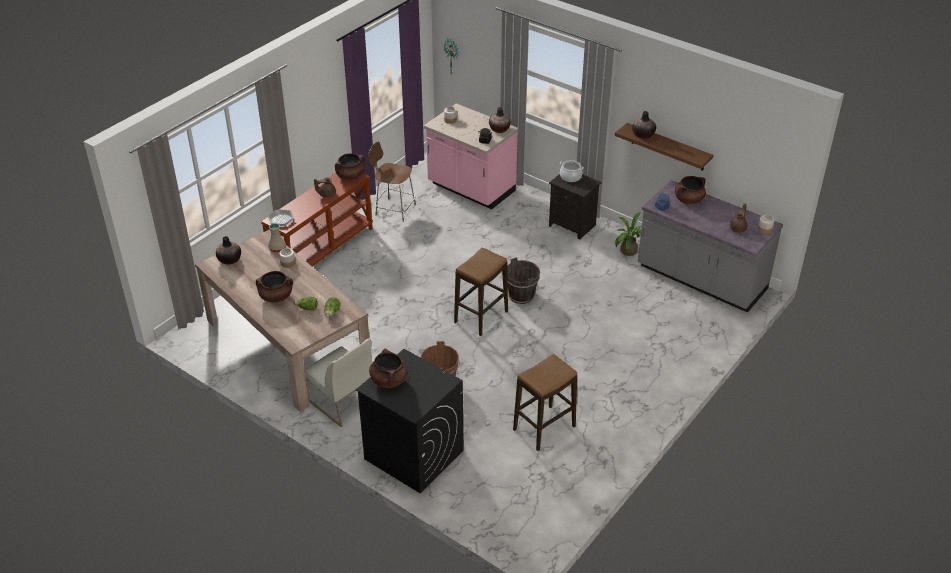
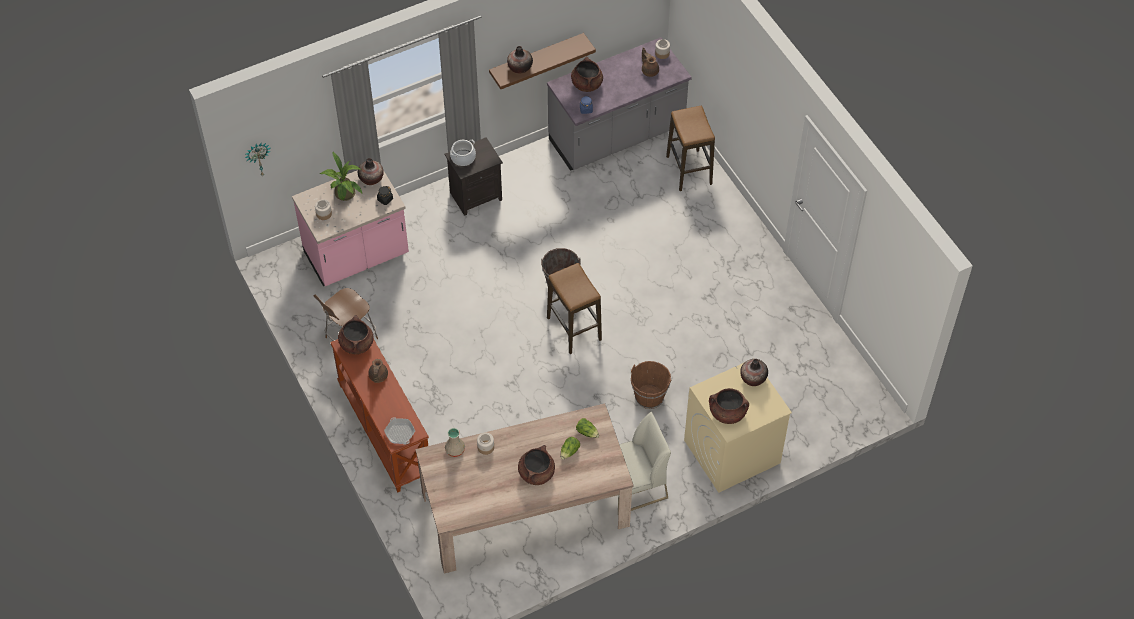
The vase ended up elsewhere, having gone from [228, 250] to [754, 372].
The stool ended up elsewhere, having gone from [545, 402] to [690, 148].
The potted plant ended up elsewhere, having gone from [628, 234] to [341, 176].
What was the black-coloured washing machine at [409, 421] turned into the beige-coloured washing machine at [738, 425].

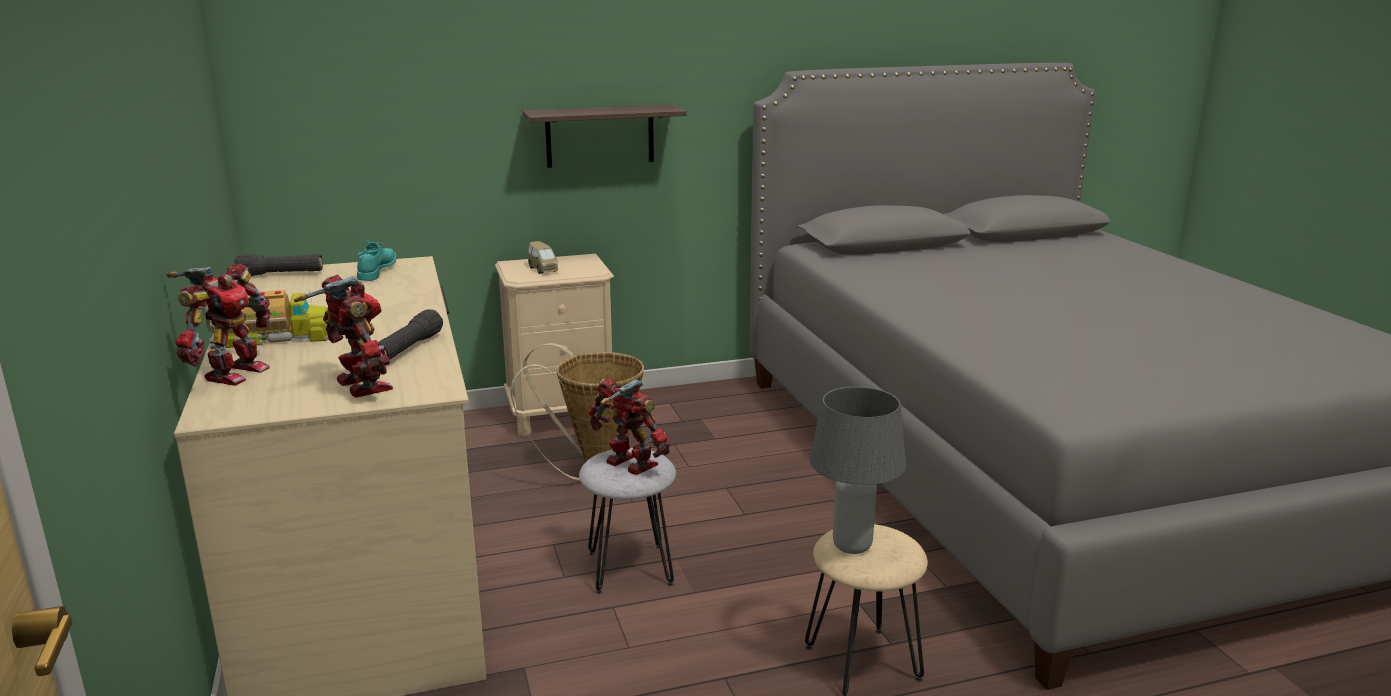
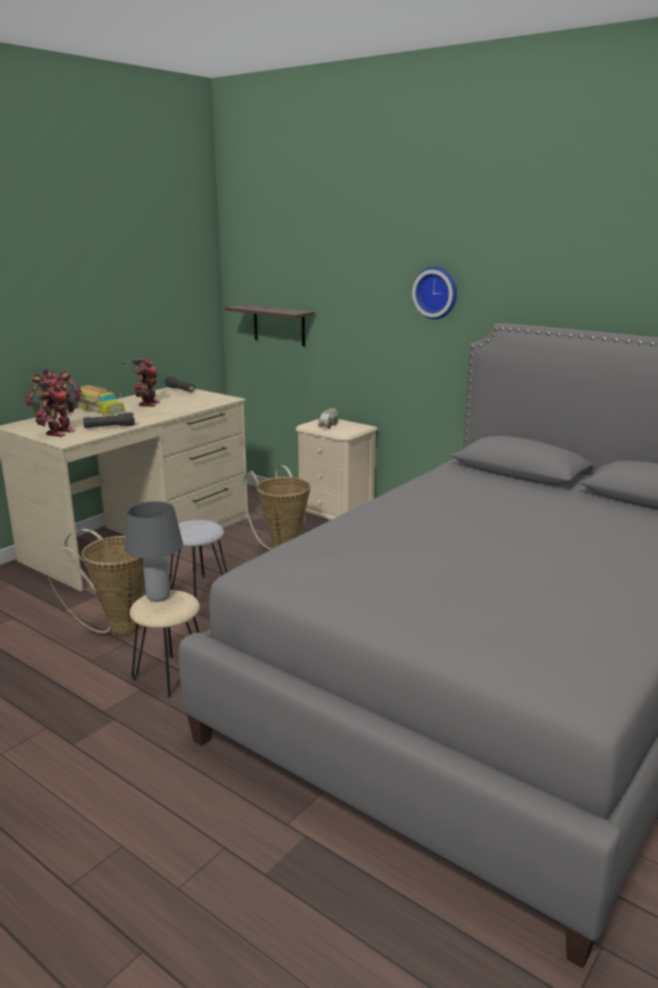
The second view lost the turquoise-coloured low shoe at [377, 261].
The second view gained the storage basket at [95, 582].
The second view gained the wall clock at [434, 293].
The bracket shelf ended up elsewhere, having gone from [604, 136] to [270, 325].
The robot figure ended up elsewhere, having gone from [629, 426] to [141, 382].

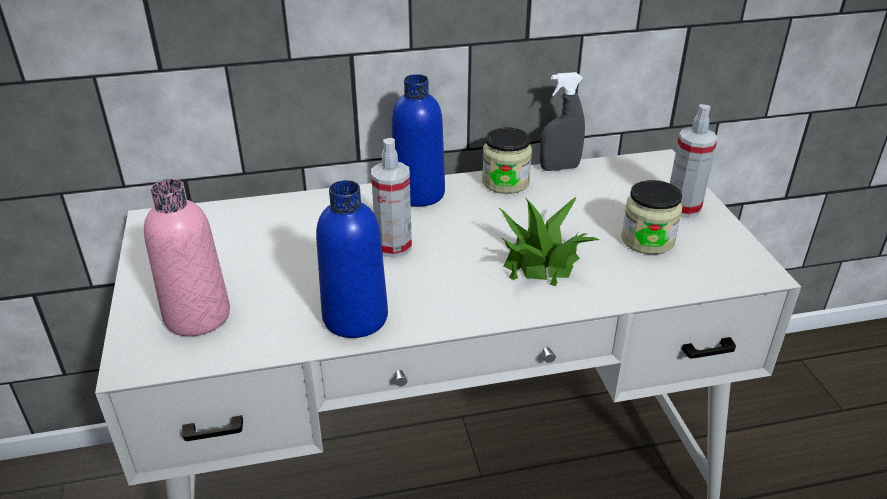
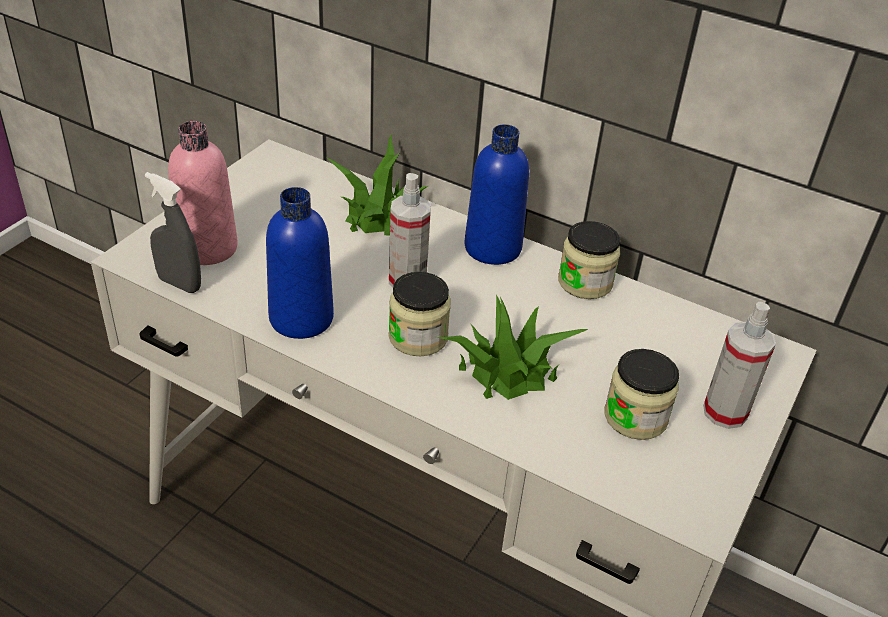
The second view gained the potted plant at [377, 184].
The second view gained the jar at [419, 314].
The gray hand sprayer ended up elsewhere, having gone from [562, 121] to [173, 232].

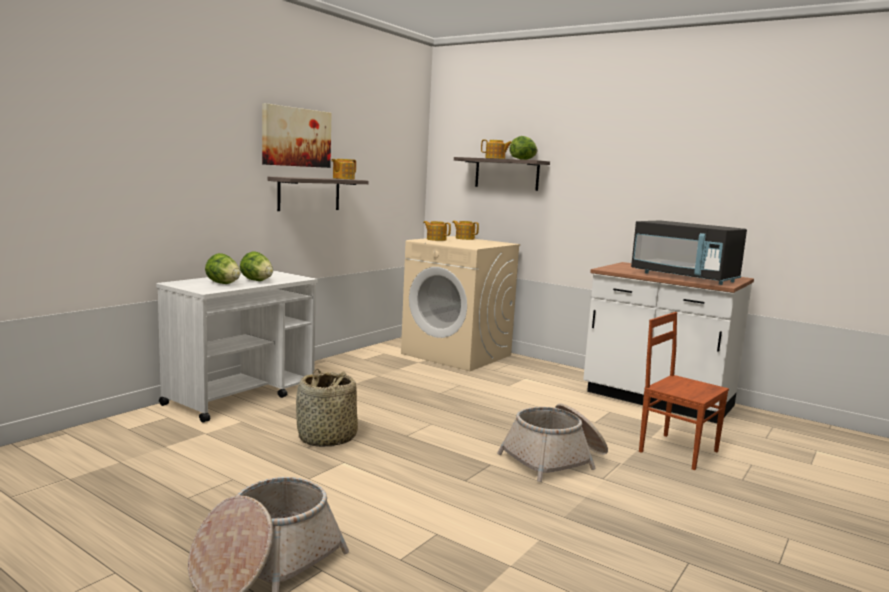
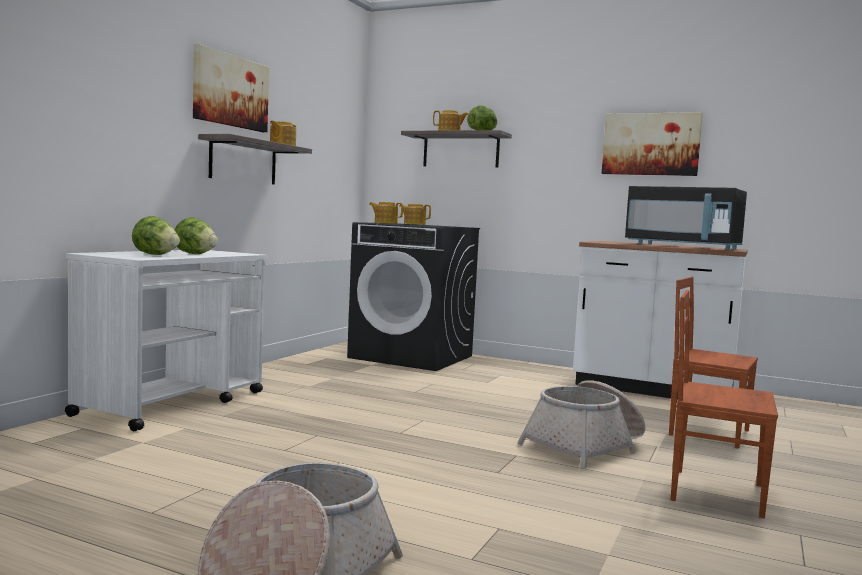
The second view lost the storage basket at [327, 408].
The second view gained the wall picture at [652, 144].
The second view gained the brown chair at [724, 404].
What was the beige-coloured washing machine at [461, 303] turned into the black-coloured washing machine at [413, 296].

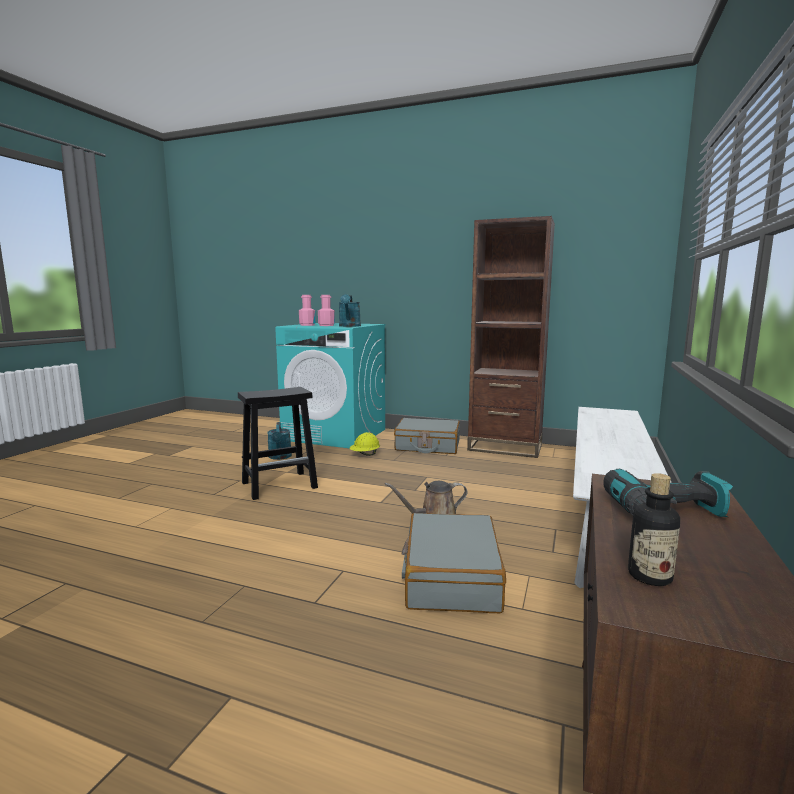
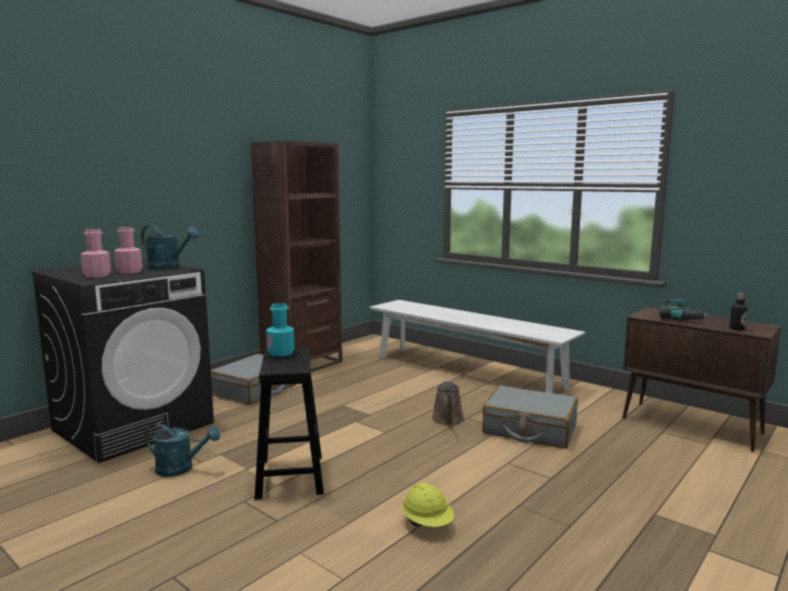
The second view gained the turquoise-coloured drink bottle at [280, 330].
The yellow work helmet ended up elsewhere, having gone from [365, 444] to [428, 505].
What was the turquoise-coloured washing machine at [330, 385] turned into the black-coloured washing machine at [122, 361].

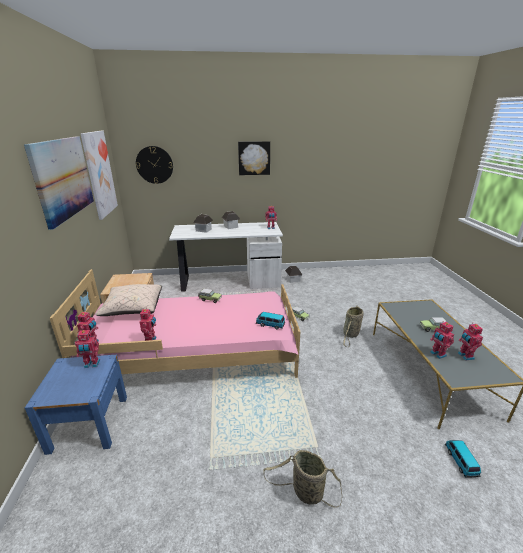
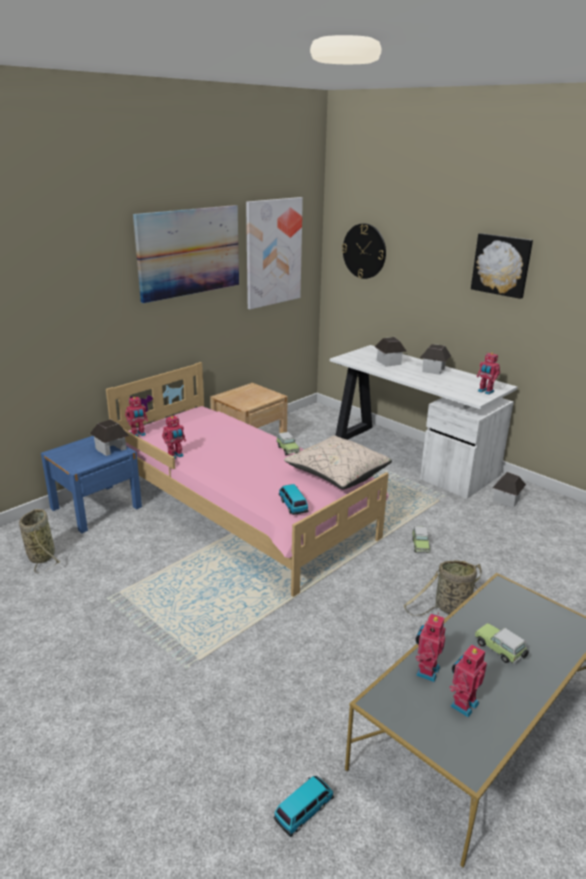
The beige-coloured throw pillow ended up elsewhere, having gone from [128, 300] to [338, 462].
The storage basket ended up elsewhere, having gone from [302, 479] to [39, 541].
Where the robot figure stood at [87, 349], the model house came to stand at [110, 437].

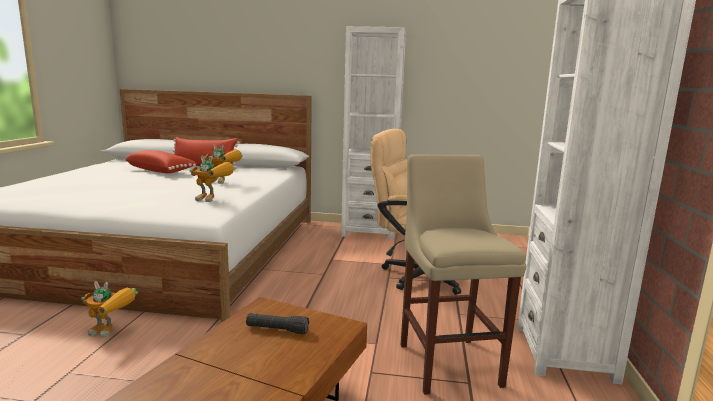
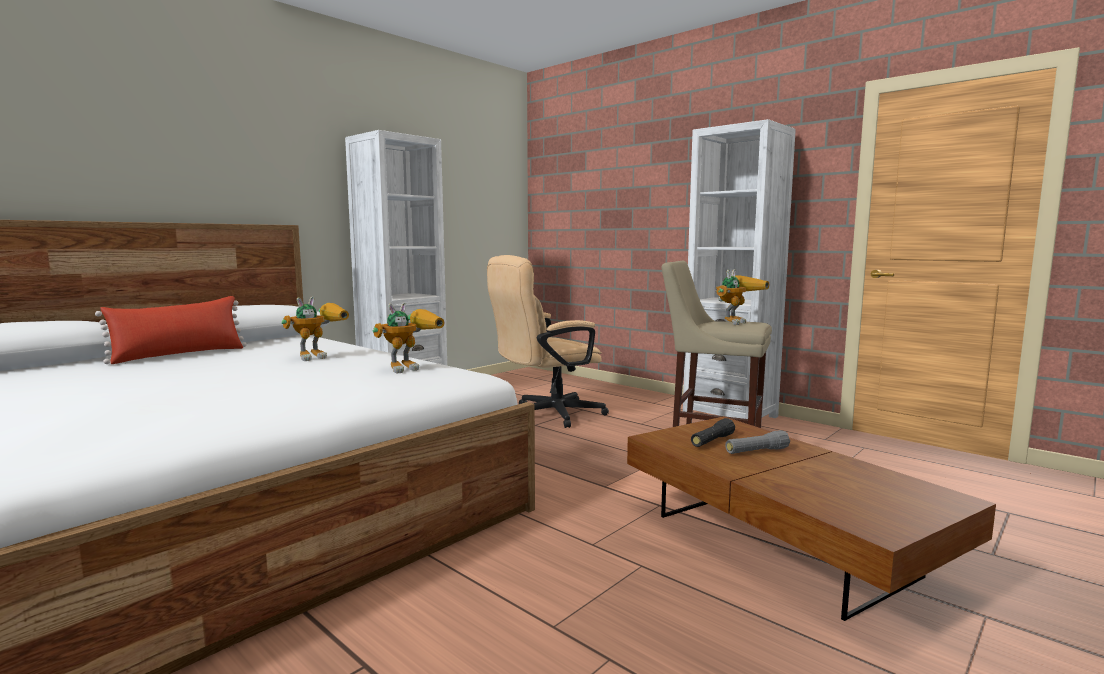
The second view lost the reddish throw pillow at [161, 161].
The second view gained the gray flashlight at [757, 442].
The robot figure ended up elsewhere, having gone from [109, 309] to [742, 297].

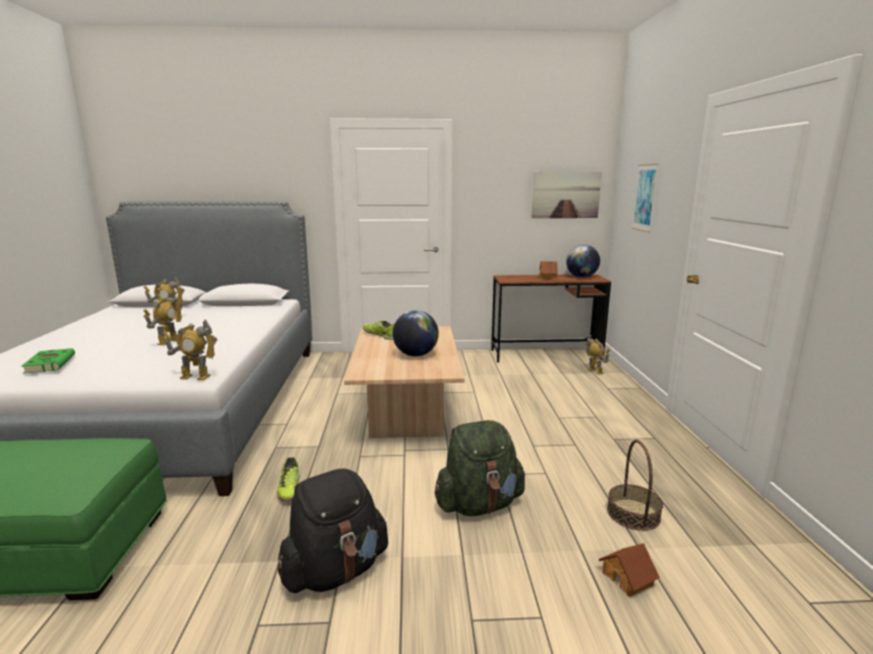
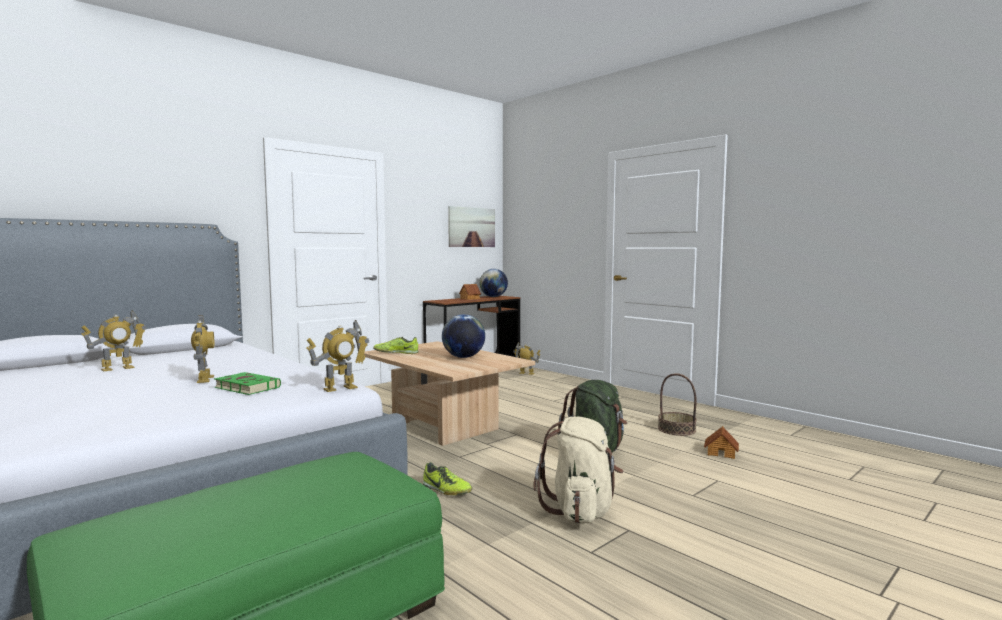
The second view lost the wall picture at [645, 198].
The greenish bound book ended up elsewhere, having gone from [48, 361] to [247, 383].
What was the black-coloured rucksack at [333, 530] turned into the beige-coloured rucksack at [578, 470].

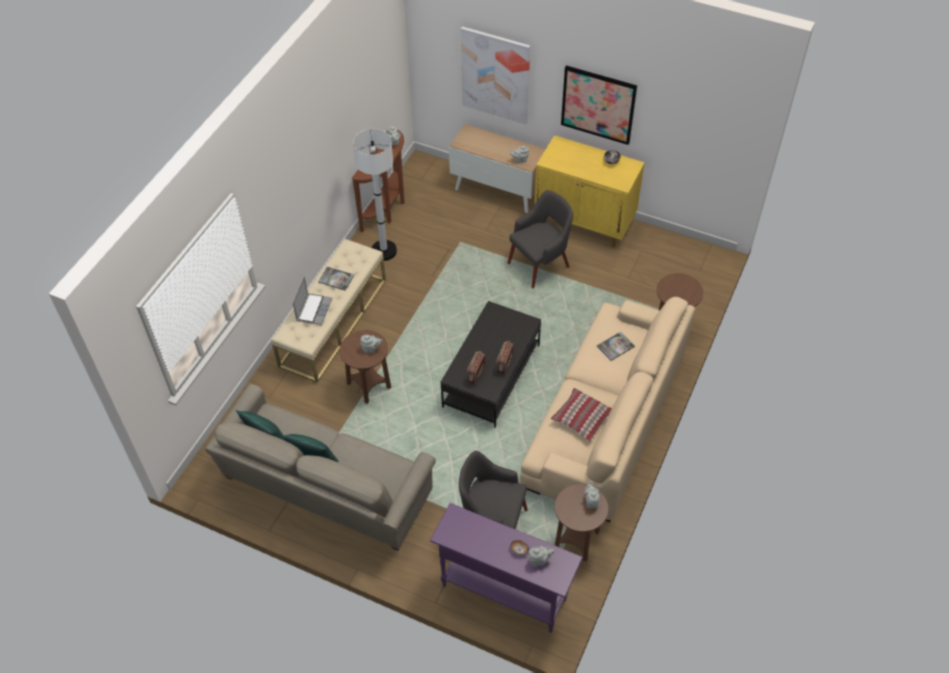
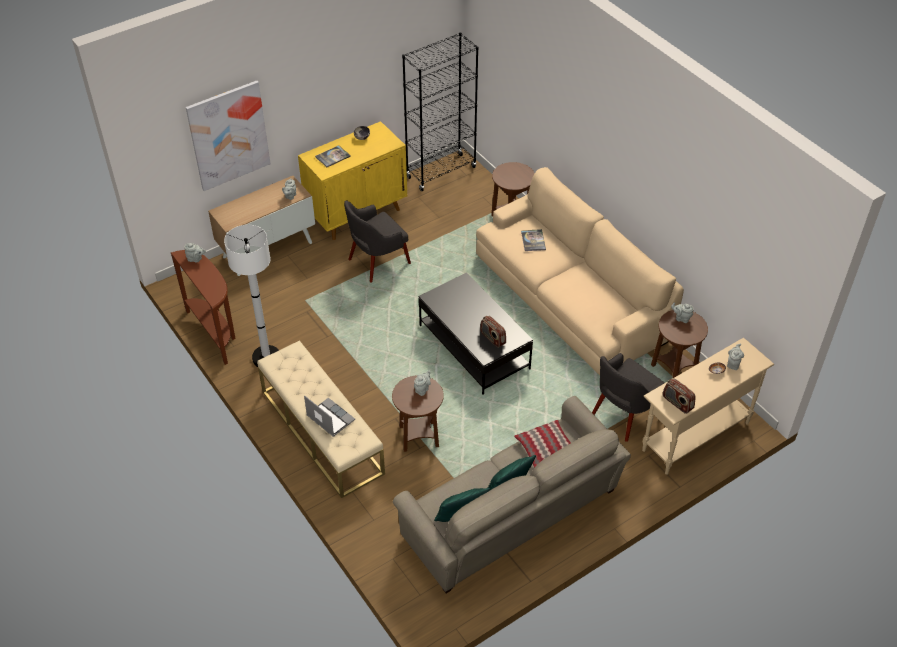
The second view lost the wall picture at [599, 105].
The second view gained the black-coloured bookshelf at [440, 111].
The bound book ended up elsewhere, having gone from [336, 278] to [333, 156].
The radio ended up elsewhere, having gone from [505, 358] to [679, 396].
The throw pillow ended up elsewhere, having gone from [581, 414] to [542, 444].
What was the purple-coloured narrow table at [506, 568] turned into the beige-coloured narrow table at [708, 406].
The gray armchair at [540, 239] ended up facing another way, 120 degrees counterclockwise from before.

